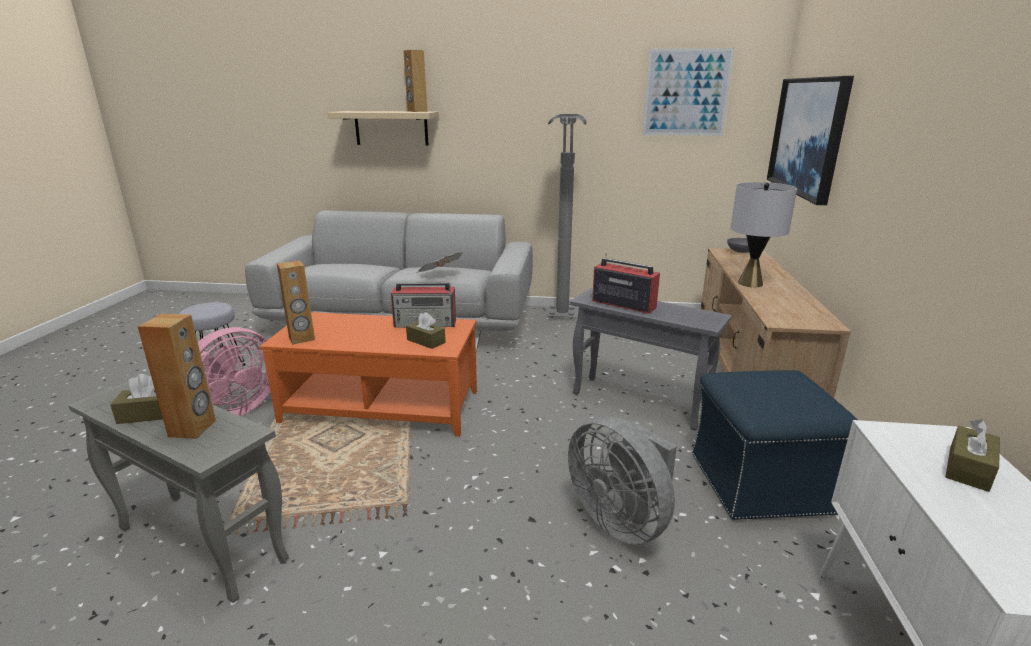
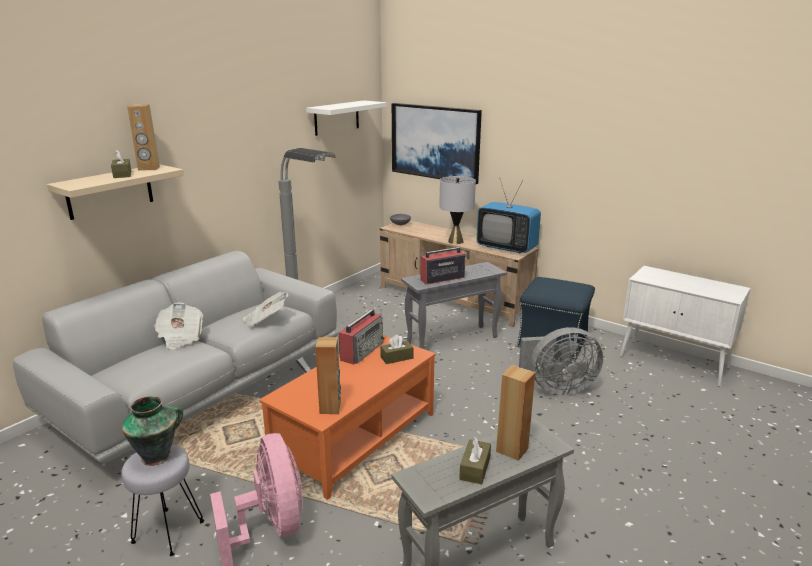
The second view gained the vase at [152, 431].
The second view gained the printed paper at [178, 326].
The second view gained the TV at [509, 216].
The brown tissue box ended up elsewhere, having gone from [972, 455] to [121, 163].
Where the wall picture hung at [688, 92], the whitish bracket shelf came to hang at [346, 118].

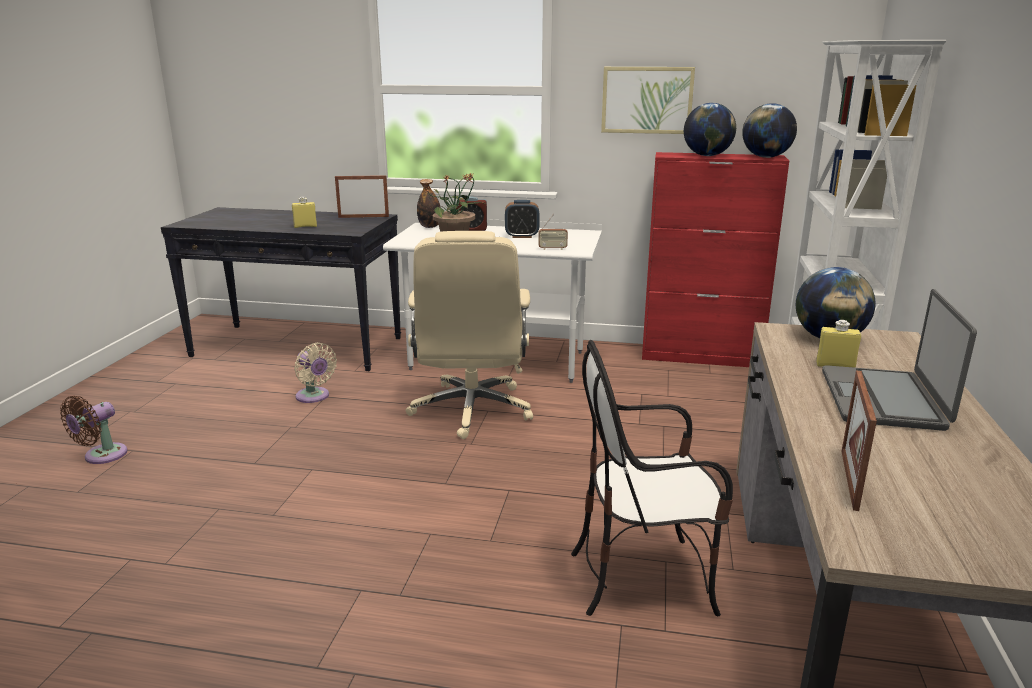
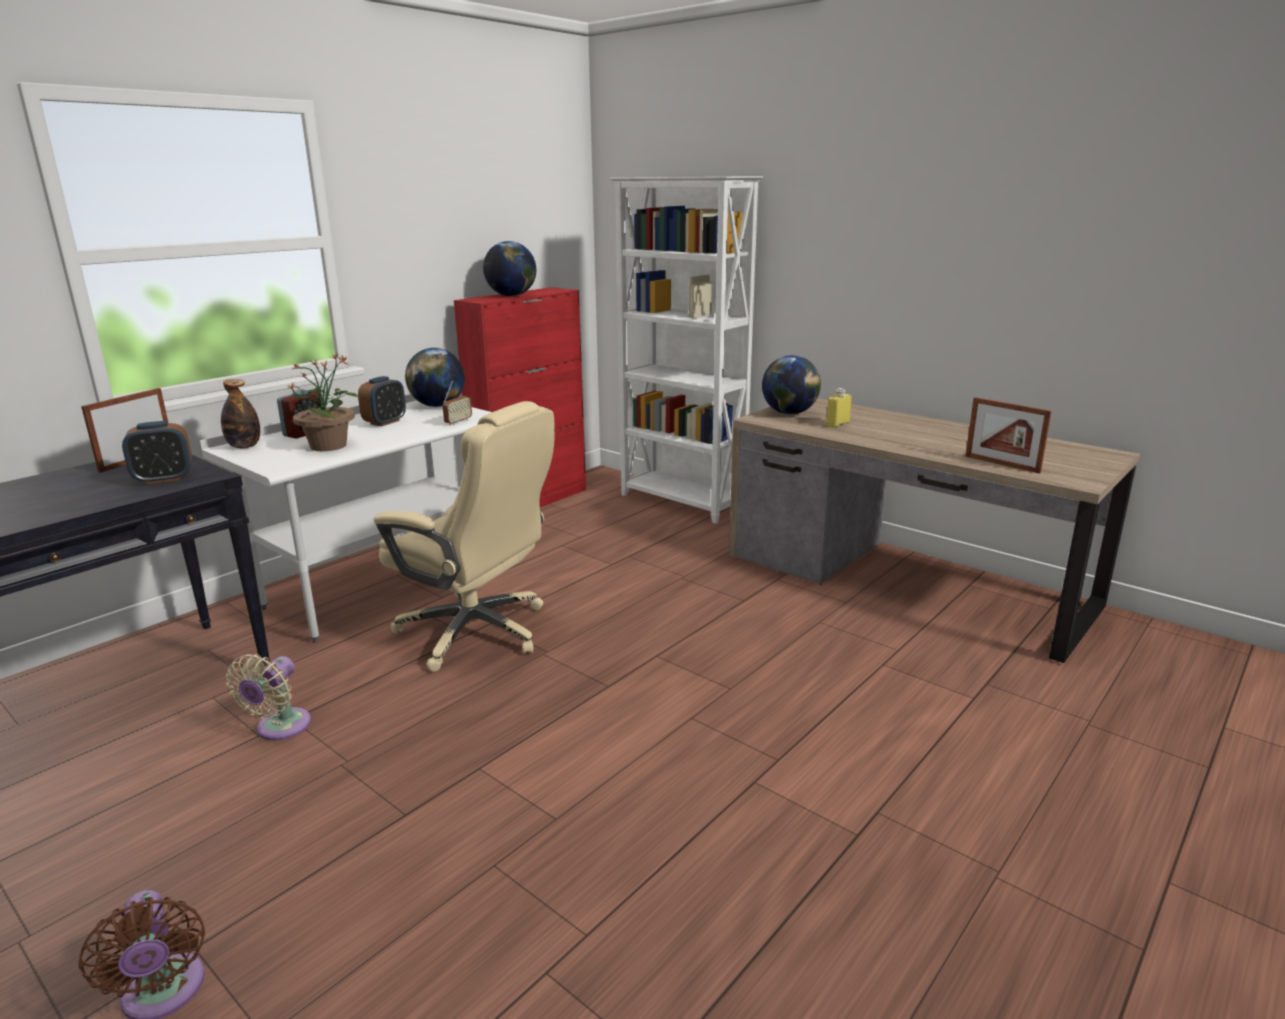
The second view lost the yellow drink bottle at [304, 212].
The second view lost the chair at [652, 478].
The second view lost the wall picture at [648, 100].
The second view lost the laptop at [899, 360].
The second view gained the alarm clock at [157, 453].
The desk globe ended up elsewhere, having gone from [769, 130] to [435, 377].
The beige-coloured fan at [315, 373] ended up facing another way, 120 degrees clockwise from before.

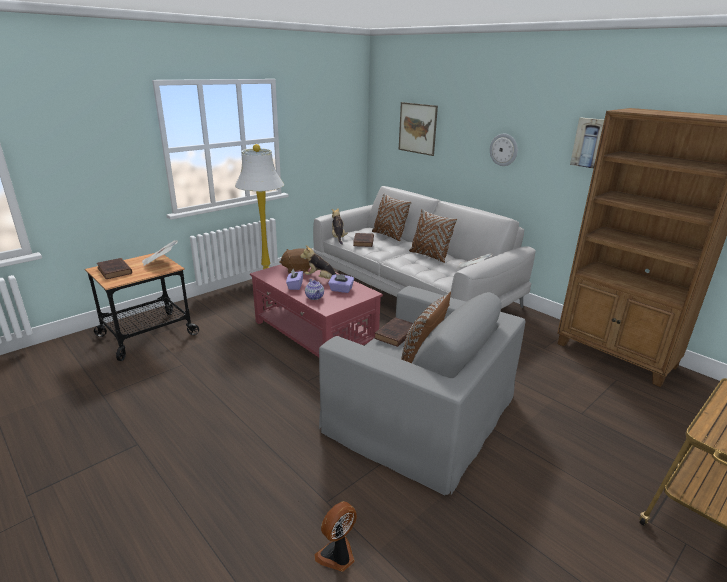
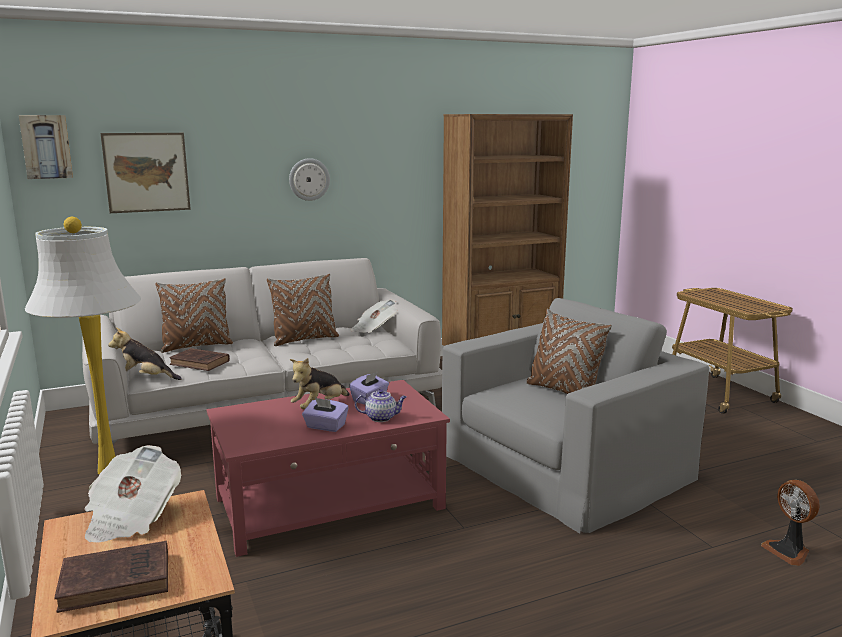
The second view lost the brown cuddly toy at [294, 261].
The second view lost the brown bound book at [393, 332].
The wall picture ended up elsewhere, having gone from [587, 143] to [46, 147].

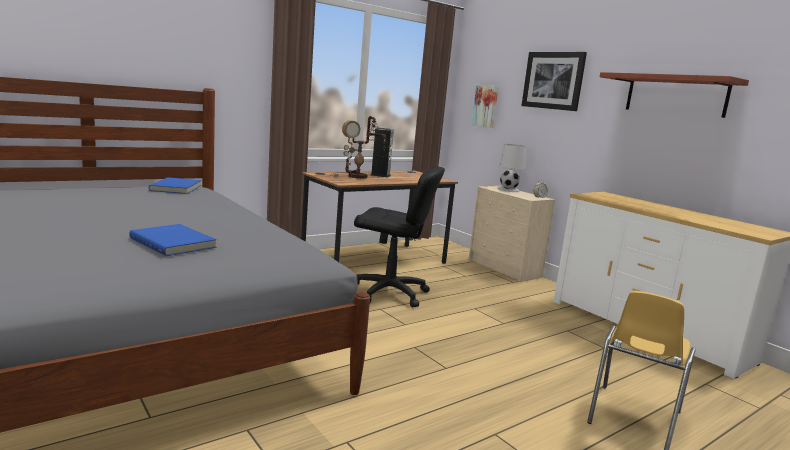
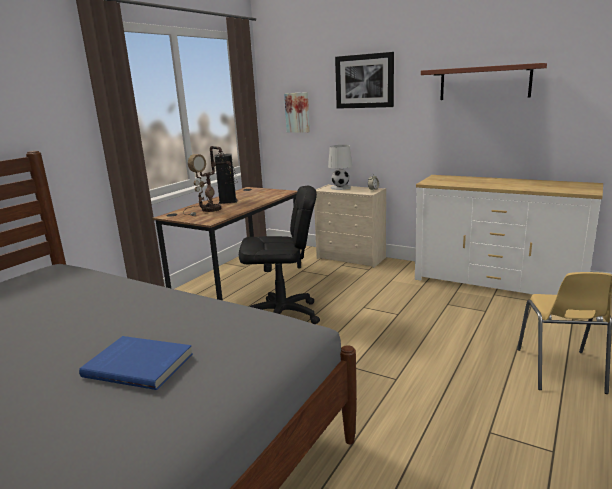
The second view lost the bluish bound book at [175, 185].

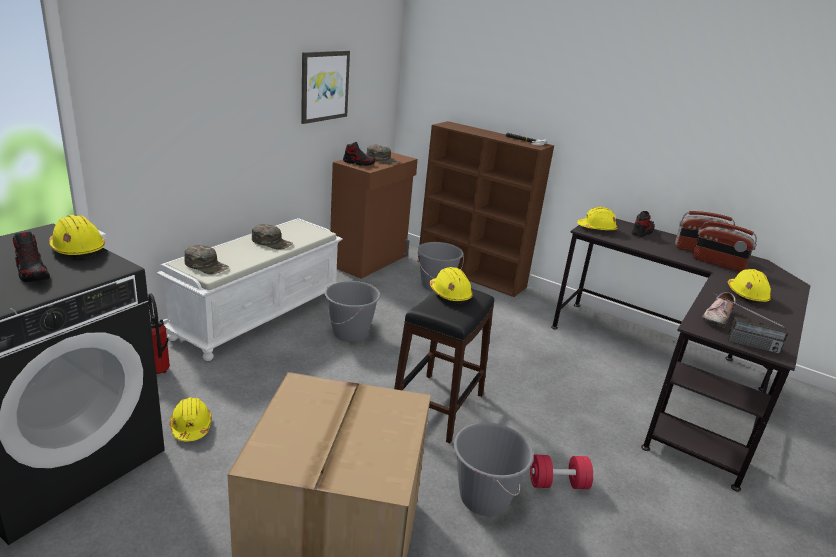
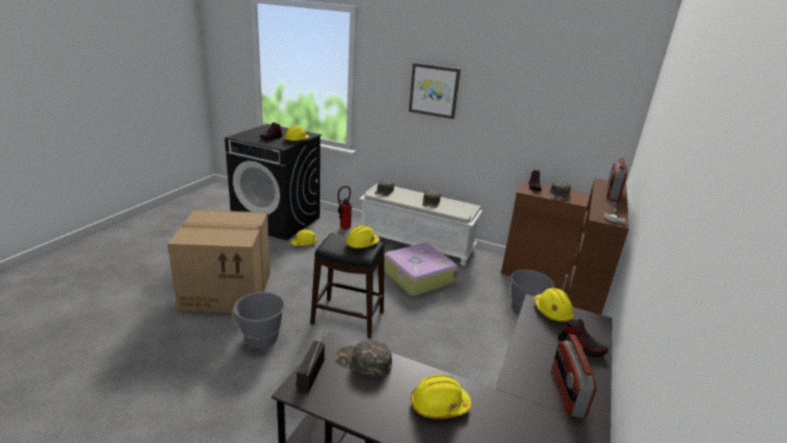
The second view lost the reddish free weight at [561, 472].
The wall picture ended up elsewhere, having gone from [325, 87] to [435, 91].
The radio ended up elsewhere, having gone from [725, 246] to [617, 178].
Where the gray water bucket stood at [352, 311], the travel case came to stand at [421, 269].
Where the low shoe stood at [719, 310], the greenish baseball cap came to stand at [364, 358].

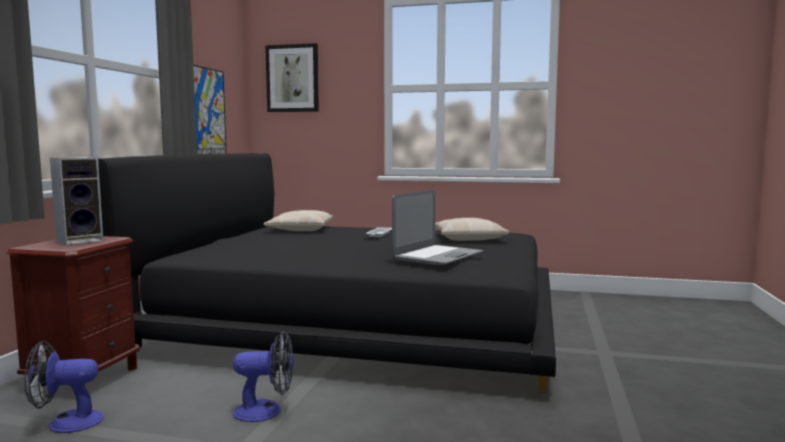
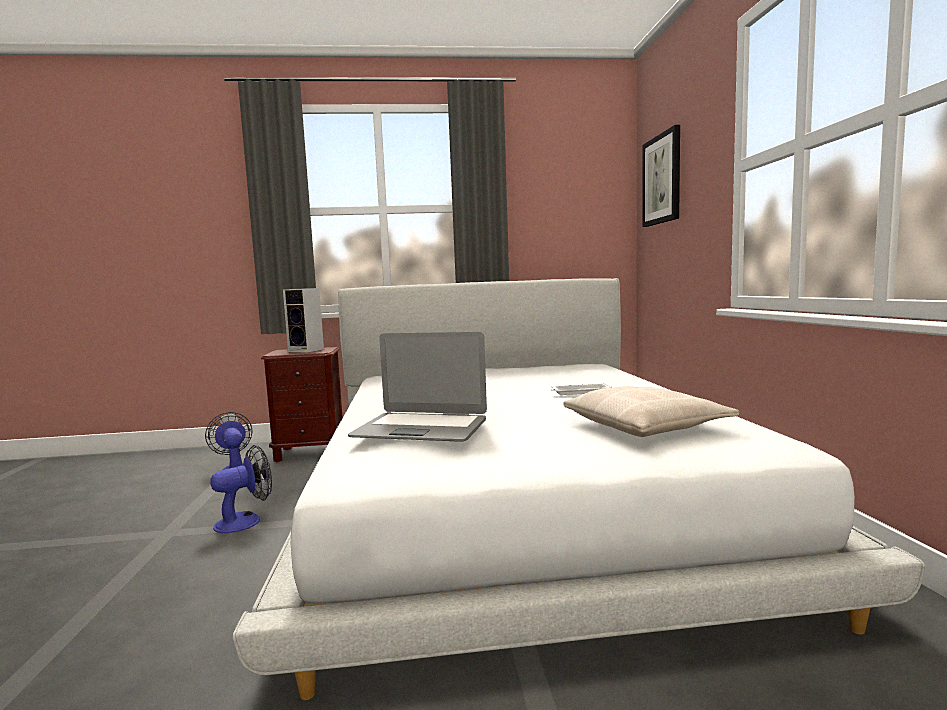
The second view lost the wall picture at [210, 109].
The second view lost the beige-coloured throw pillow at [298, 220].
What was the black-coloured bed at [327, 272] turned into the whitish bed at [579, 489].
The fan at [263, 376] ended up facing another way, 105 degrees counterclockwise from before.

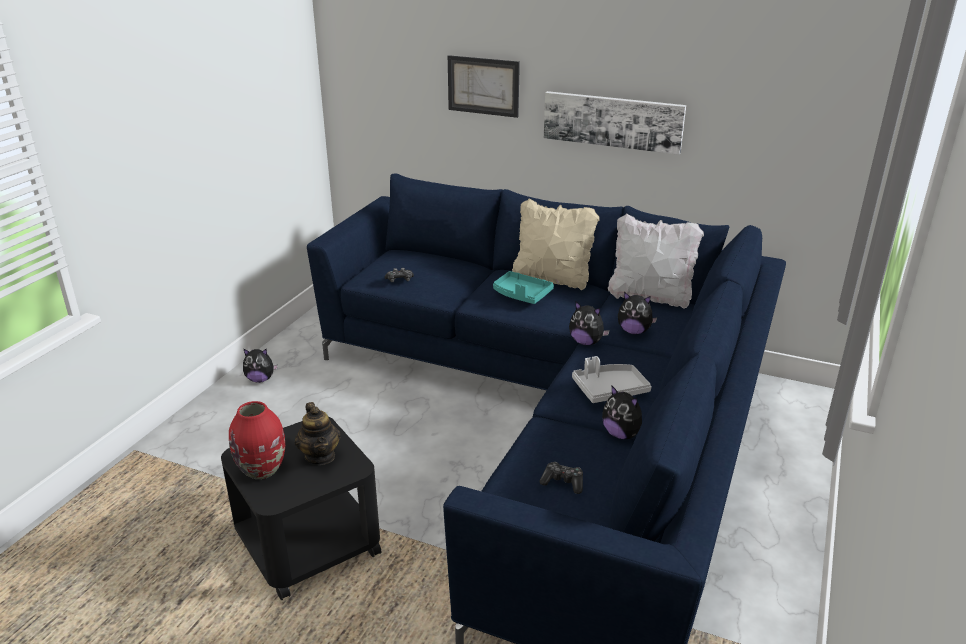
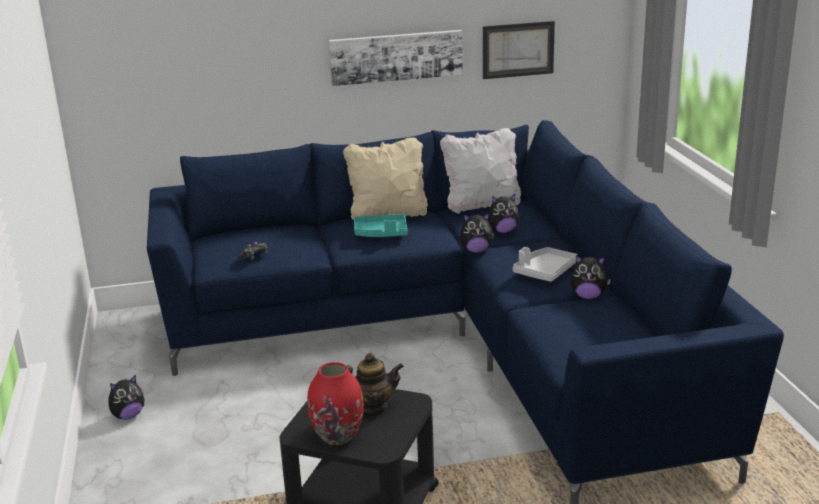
The second view lost the game controller at [561, 478].
The wall picture ended up elsewhere, having gone from [484, 86] to [519, 50].
The teapot at [318, 433] ended up facing another way, 45 degrees counterclockwise from before.

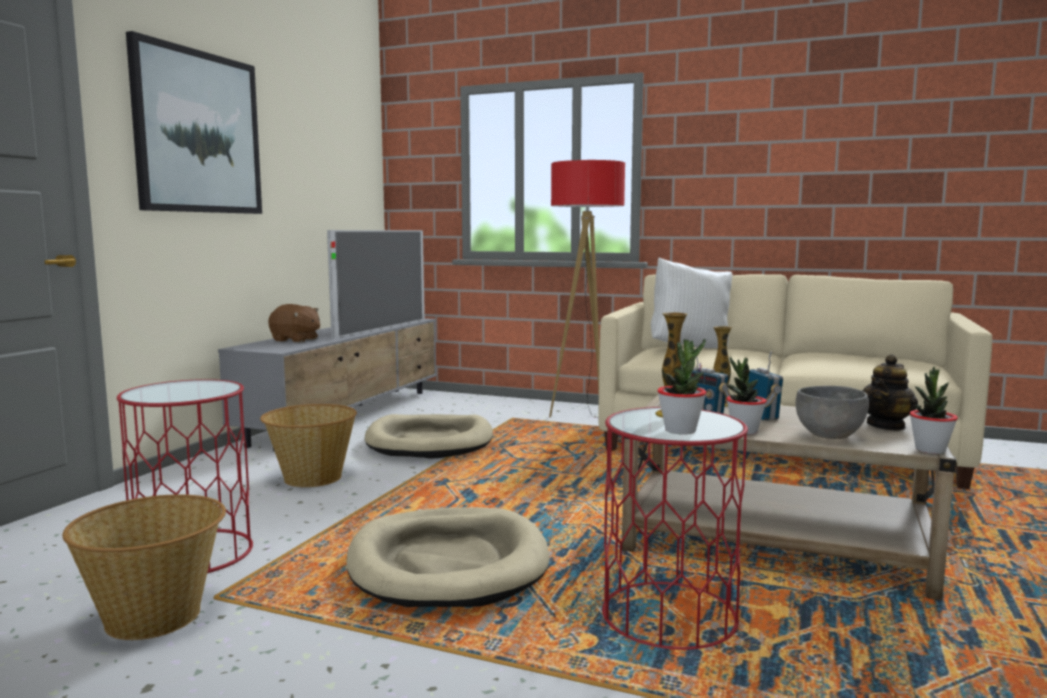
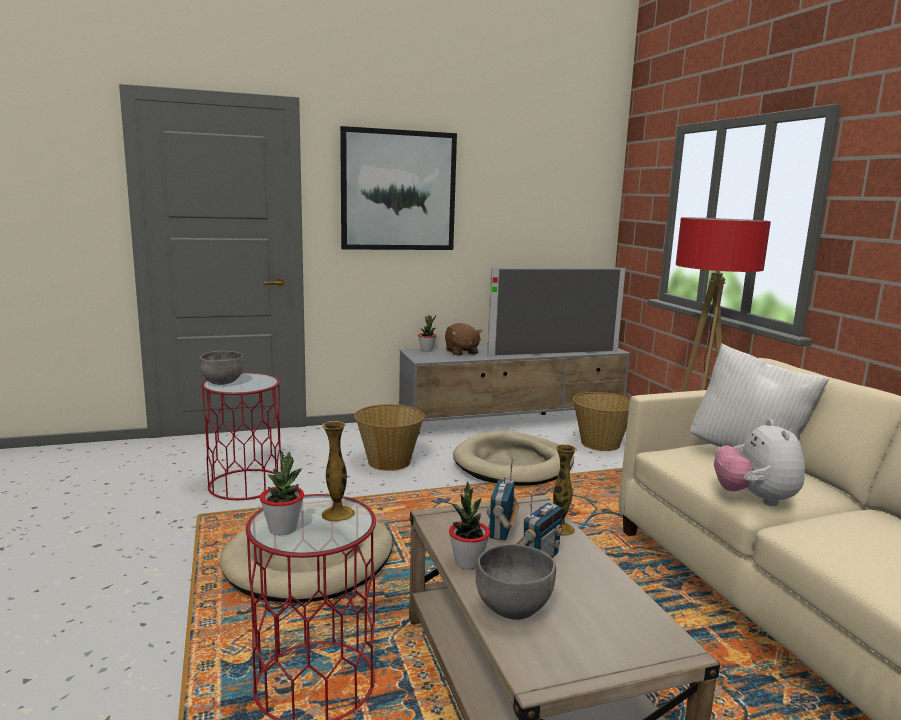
The second view lost the teapot at [890, 392].
The second view gained the gray serving bowl at [222, 368].
The second view gained the cuddly toy at [759, 462].
The storage basket ended up elsewhere, having gone from [144, 567] to [602, 421].
The potted plant ended up elsewhere, having gone from [934, 410] to [427, 333].

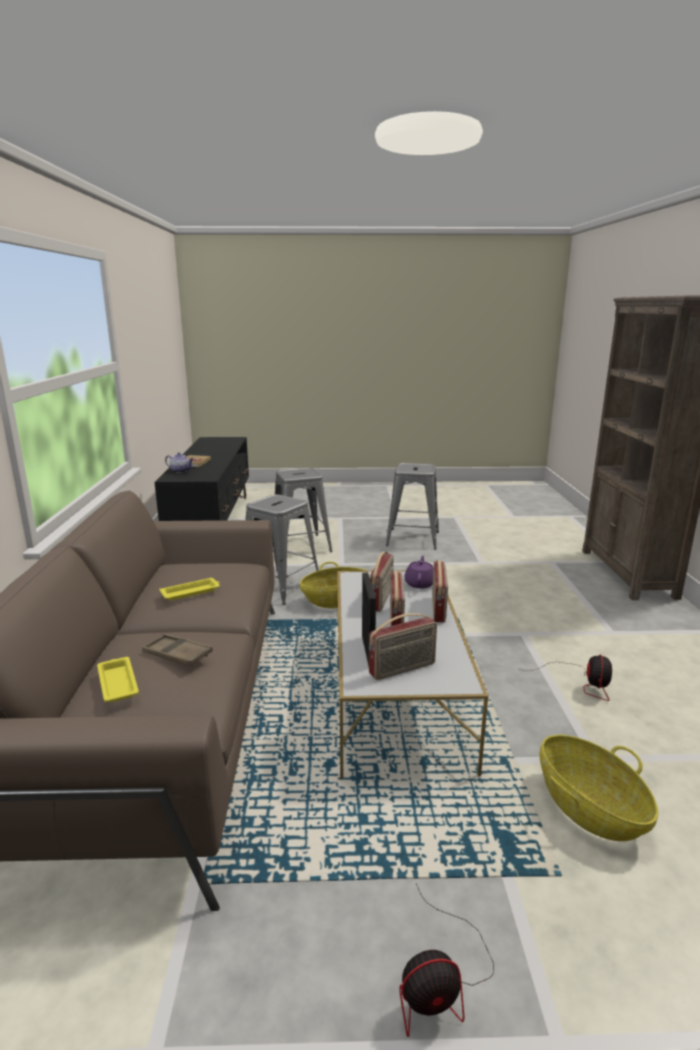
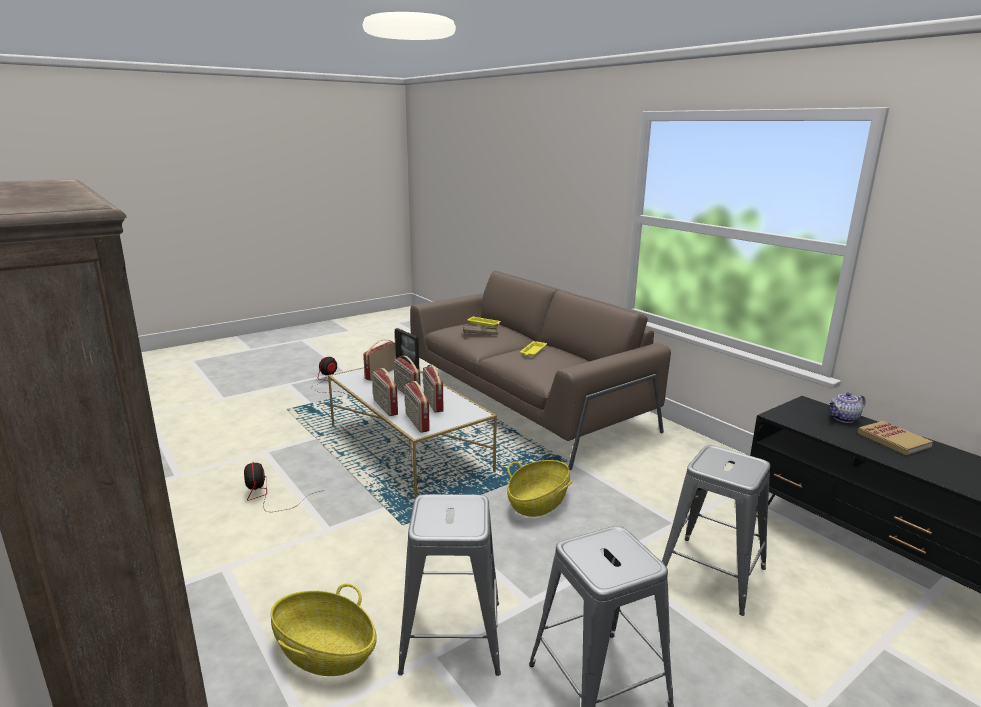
The gray stool ended up elsewhere, having gone from [282, 549] to [449, 585].
The storage basket ended up elsewhere, having gone from [599, 788] to [324, 630].
Where the purple-coloured teapot stood at [418, 572], the radio came to stand at [417, 407].

